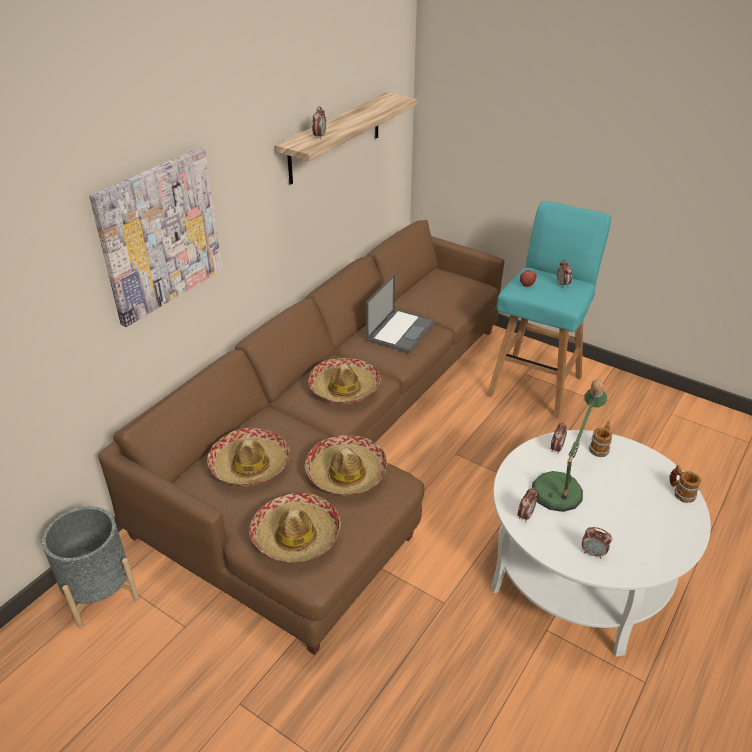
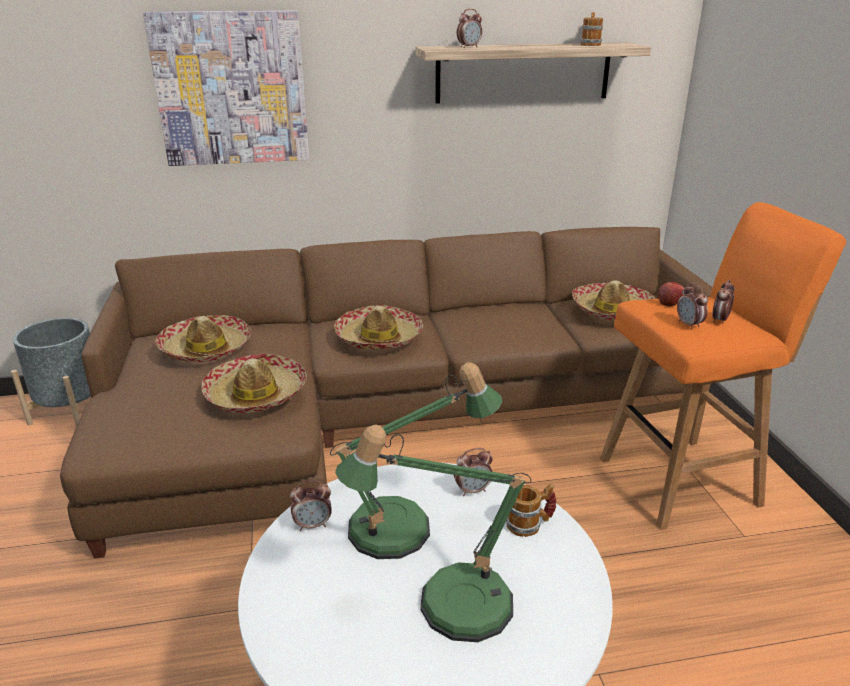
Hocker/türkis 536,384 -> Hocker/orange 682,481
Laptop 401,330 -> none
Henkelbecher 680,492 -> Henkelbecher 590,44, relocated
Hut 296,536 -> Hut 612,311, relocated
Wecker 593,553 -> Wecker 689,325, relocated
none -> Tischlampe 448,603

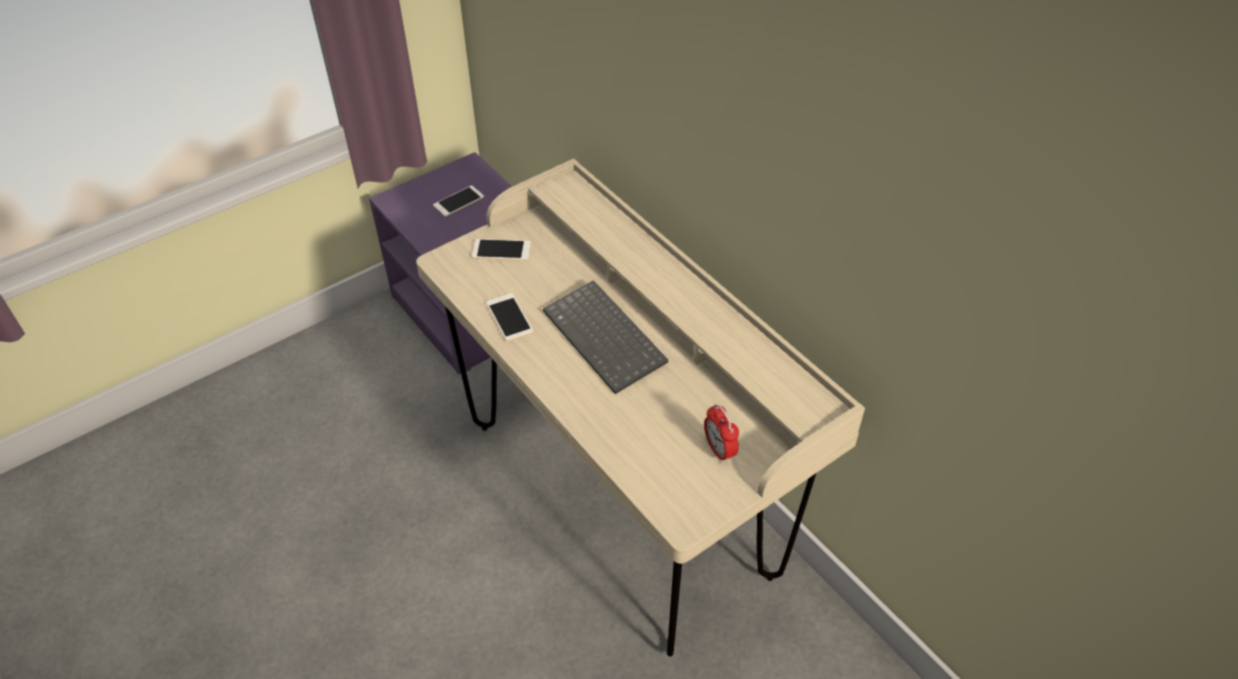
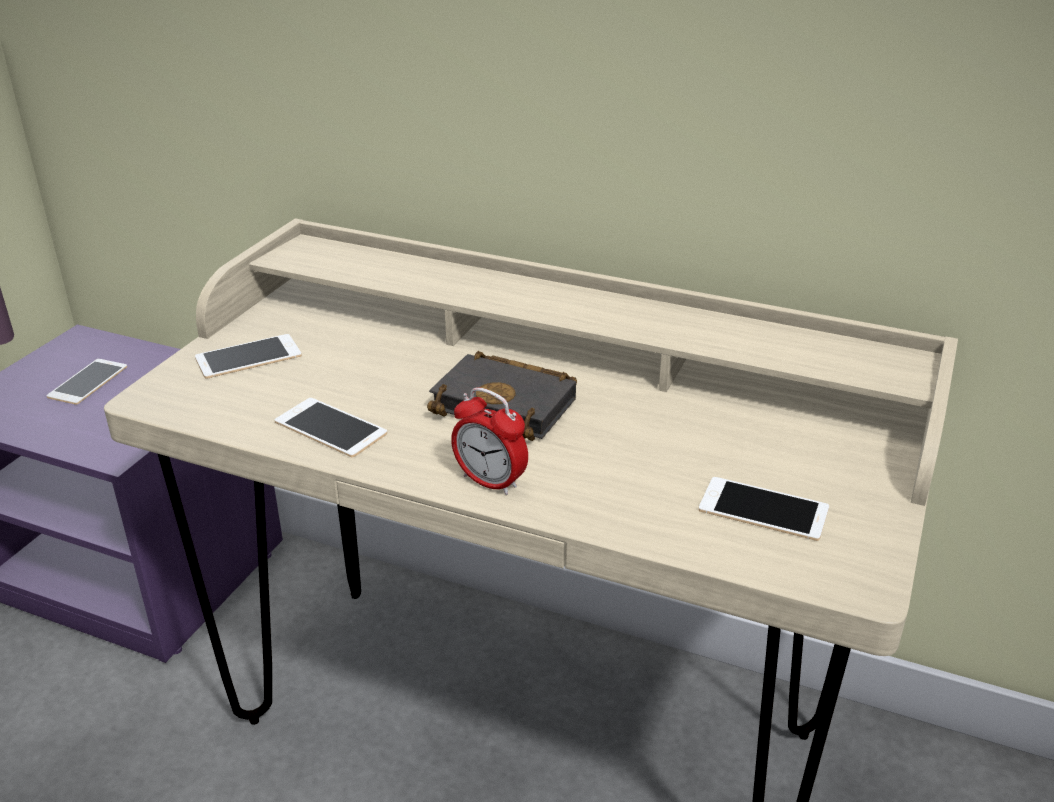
Tastatur 607,338 -> Buch/schwarz 509,404
Wecker 719,450 -> Wecker 490,482, relocated
none -> Handy 763,509

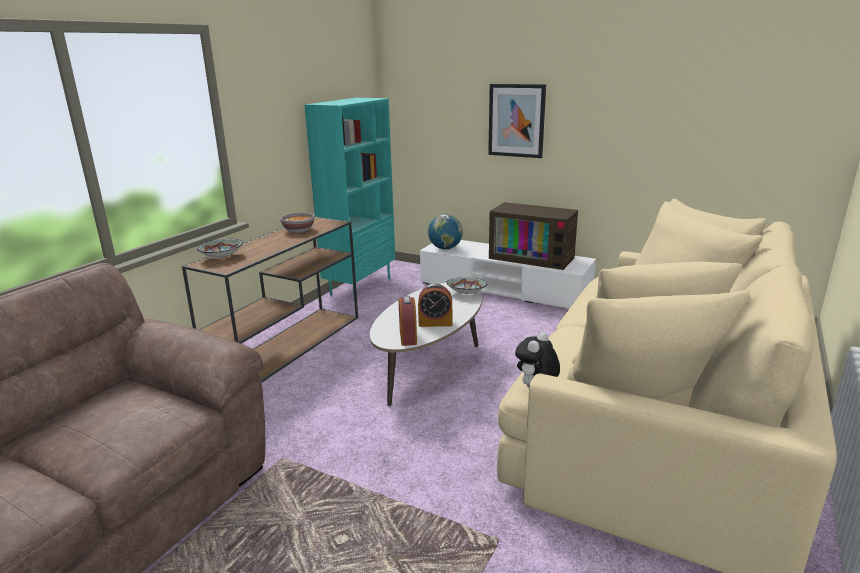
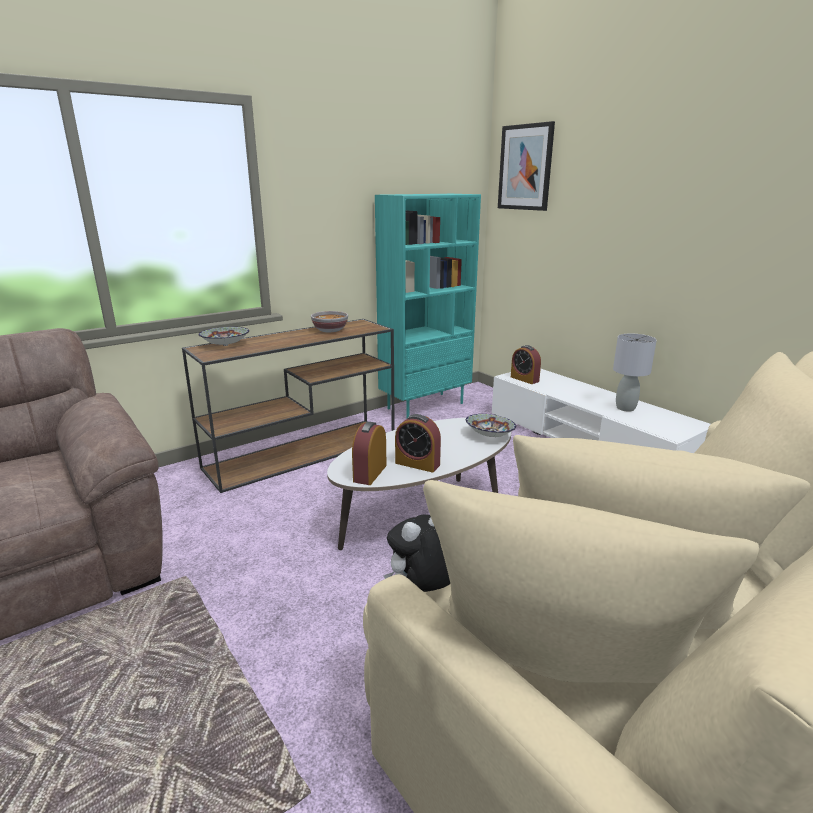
Bild 516,120 -> Bild 525,167, relocated
Fernseher 533,257 -> Tischlampe/grau 626,408
Globus 445,248 -> Wecker 524,379

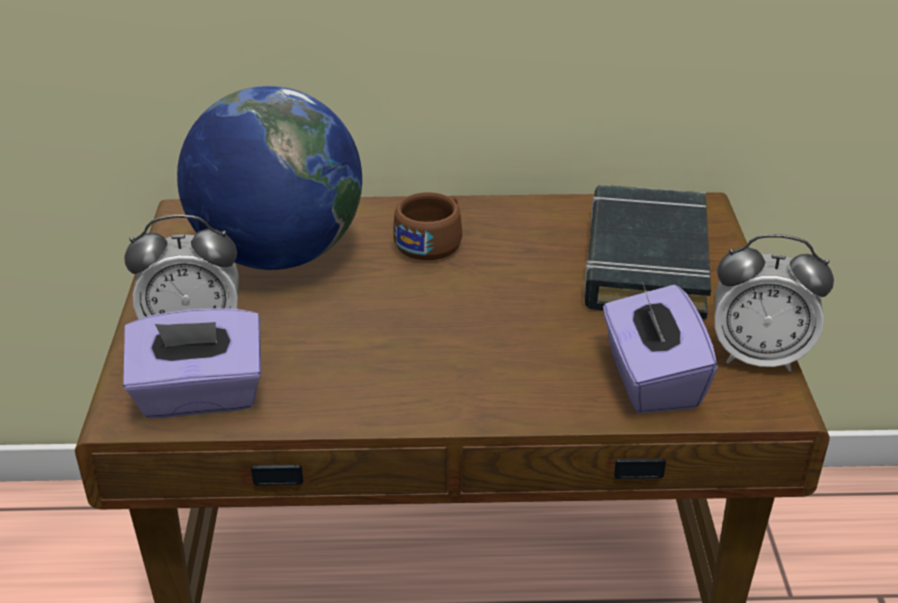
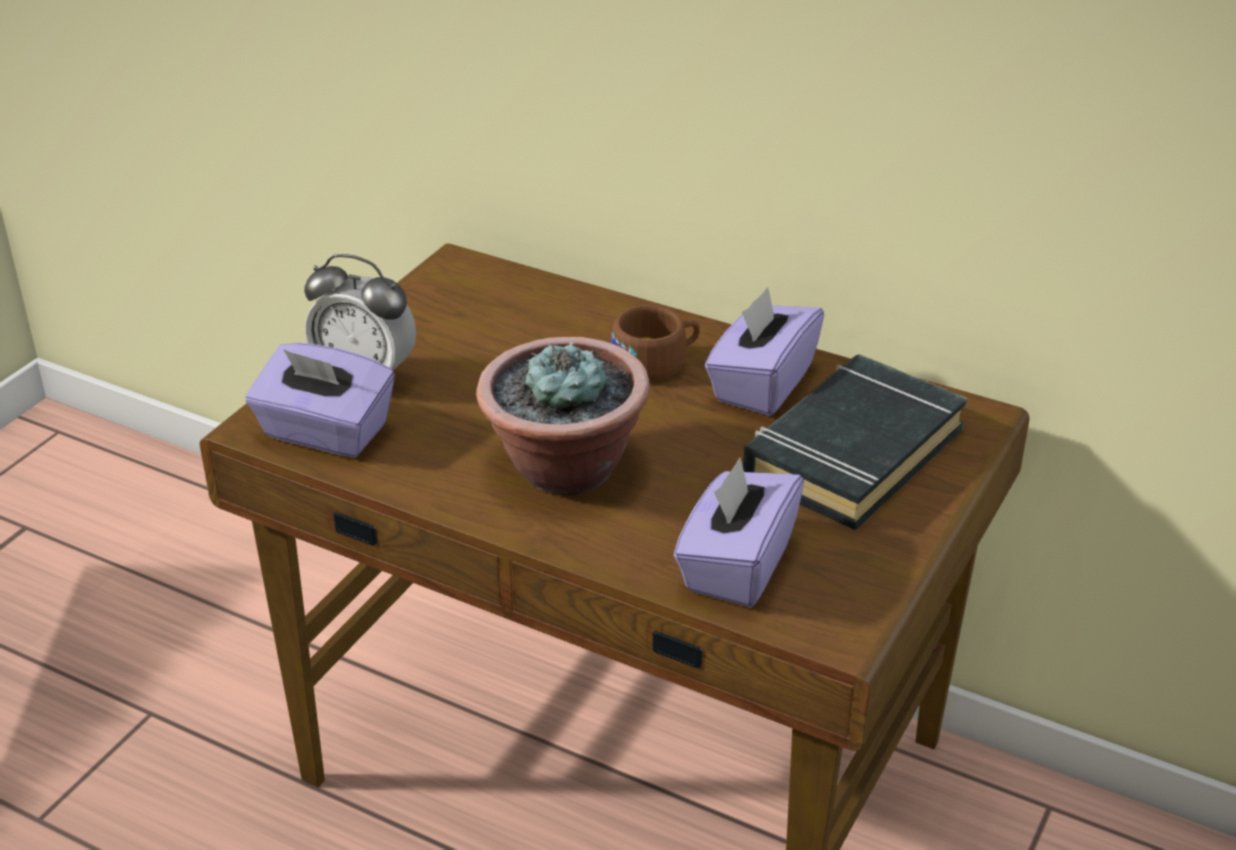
Globus 278,254 -> none
Wecker 758,356 -> none
none -> Taschentuchbox/lila 761,384
none -> Topfpflanze 564,468

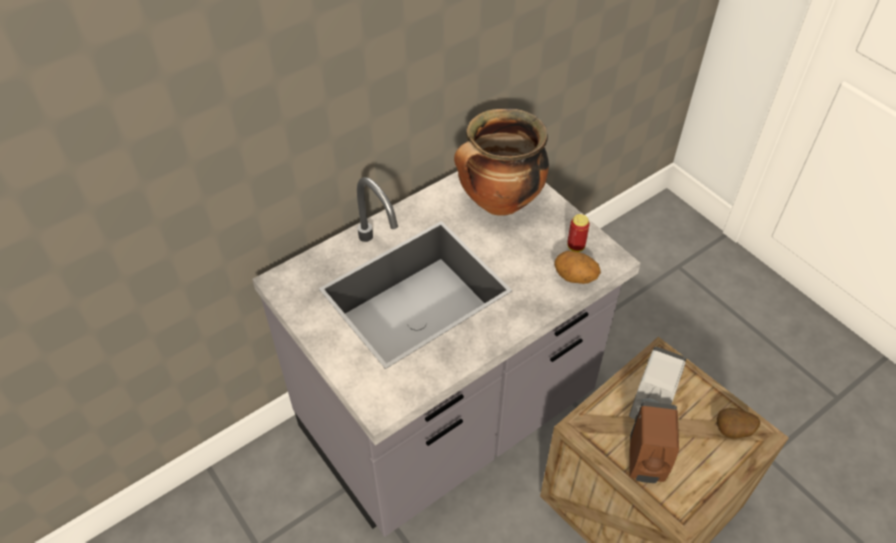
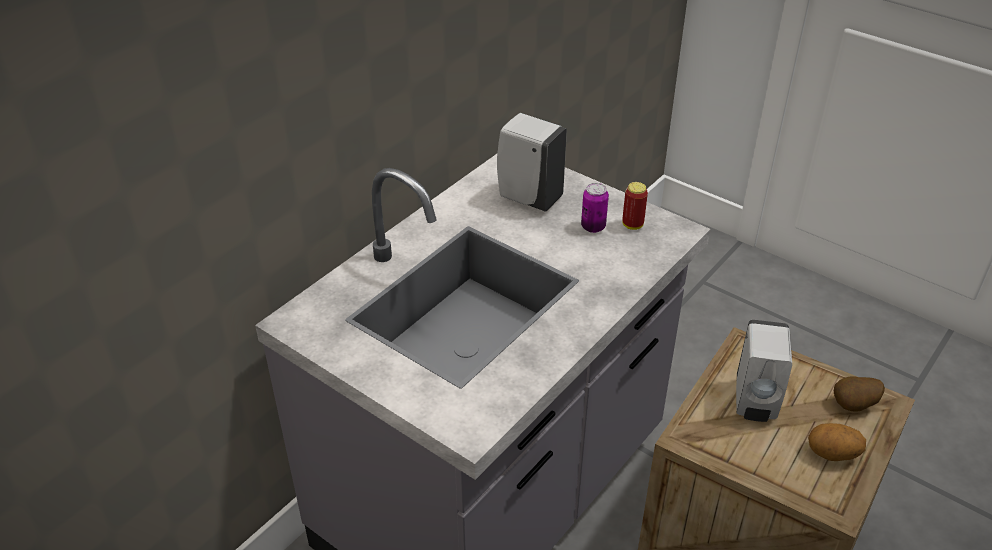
Kochtopf 499,203 -> Seifenspender/weiß 528,198
Kartoffel 574,278 -> Kartoffel 832,455, relocated
Seifenspender/braun 645,464 -> none
none -> Dose 593,227

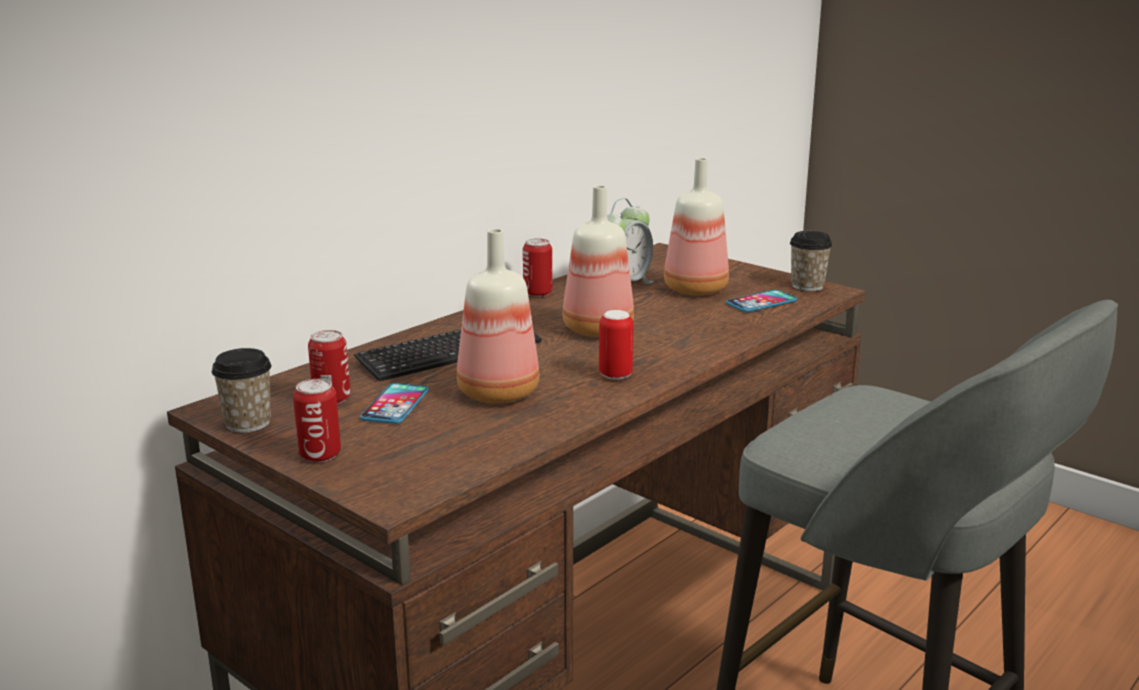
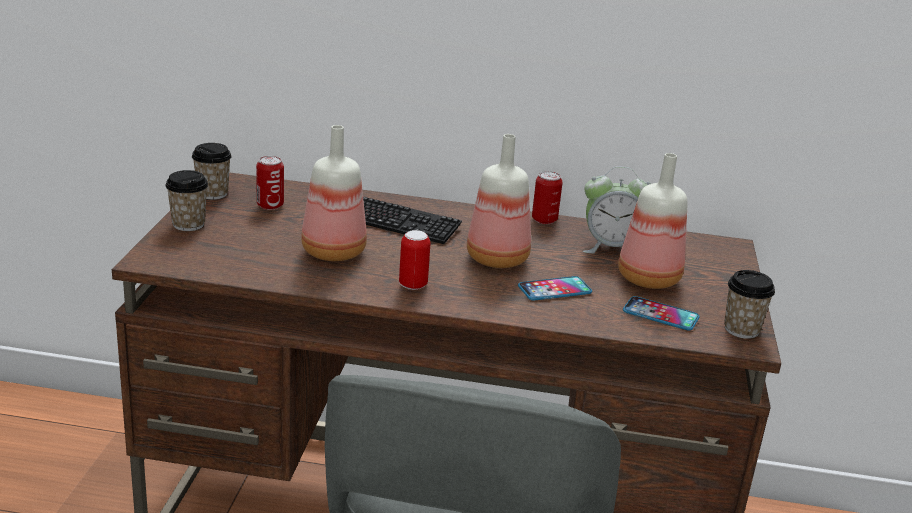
Dose 320,455 -> Tasse 188,224
Handy 395,405 -> Handy 554,290, relocated

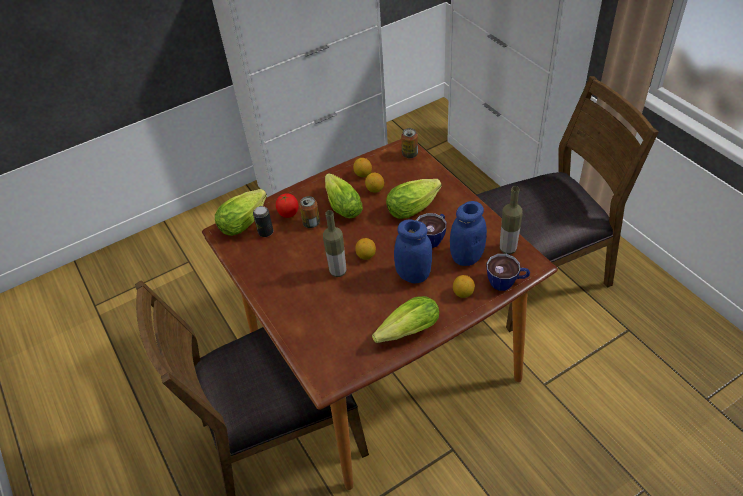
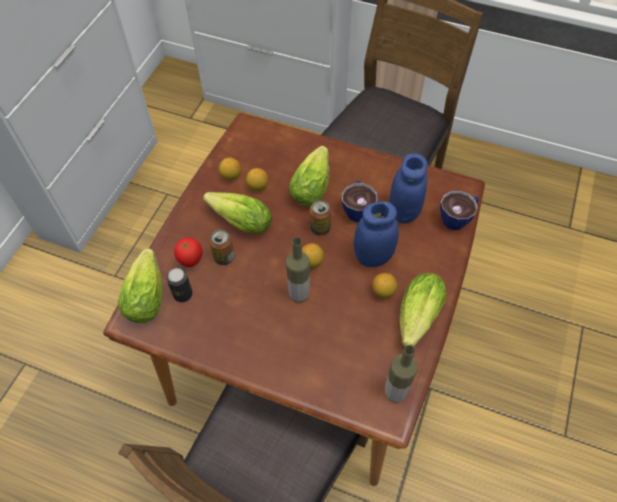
Dose 409,154 -> Dose 320,228, relocated
Flasche 507,249 -> Flasche 395,393, relocated
Zitrone 463,293 -> Zitrone 383,291, relocated

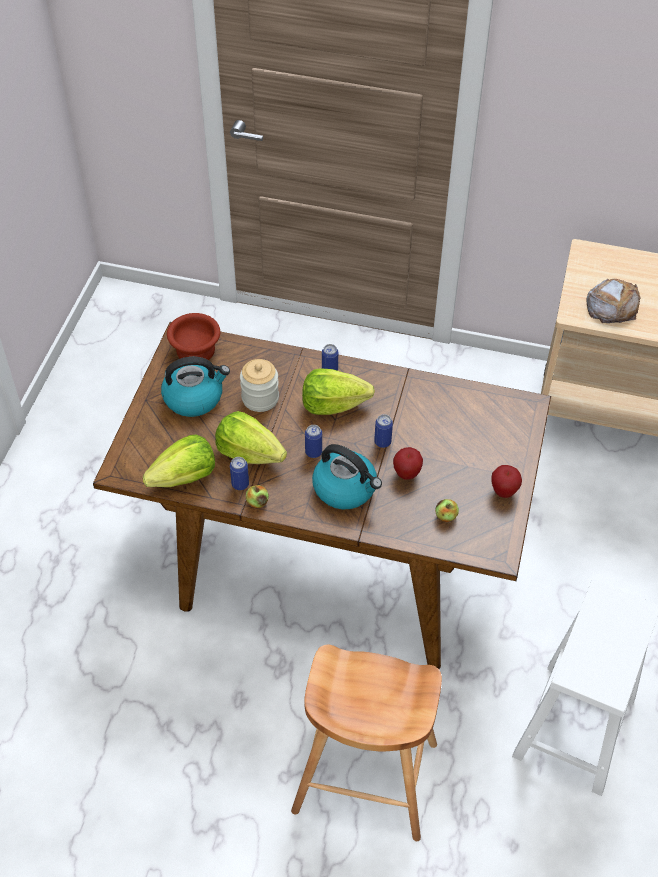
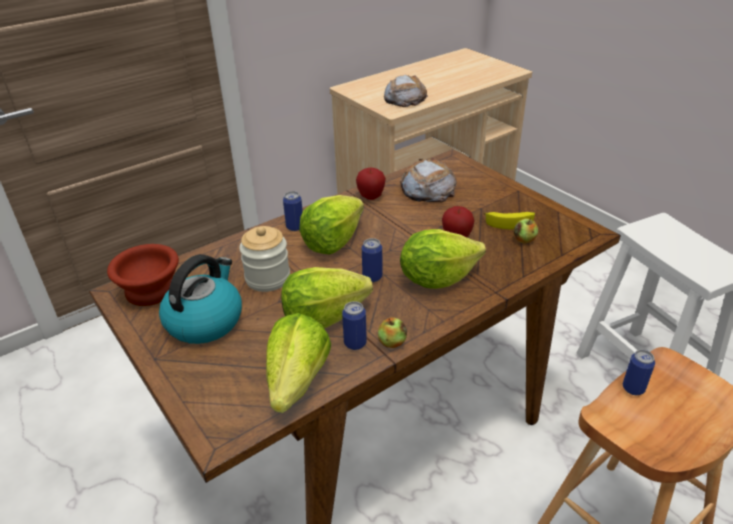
Dose 382,442 -> Dose 633,388, relocated
Wasserkessel 346,488 -> Salatkopf 437,278
Apfel 504,491 -> Apfel 371,197, relocated
none -> Brot 427,188
none -> Banane 510,222

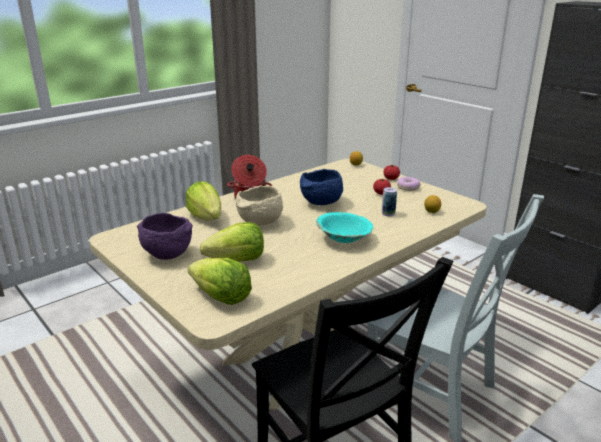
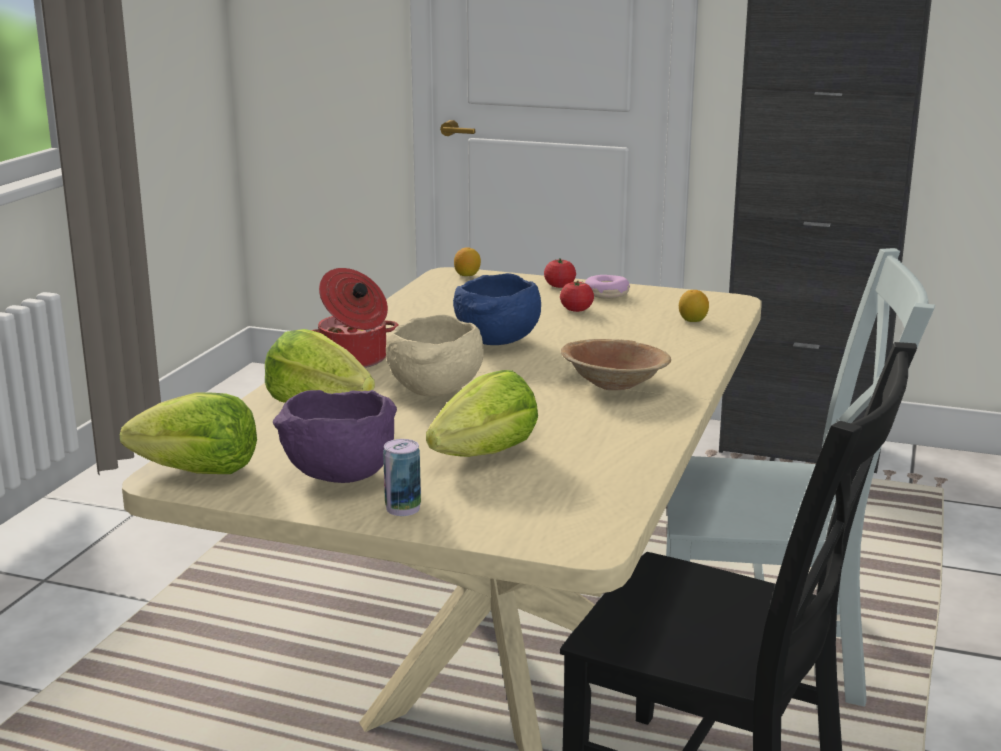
Dose 388,213 -> Dose 403,508, relocated
Schüssel/türkis 344,238 -> Schüssel/braun 614,384
Salatkopf 221,297 -> Salatkopf 198,472, relocated

